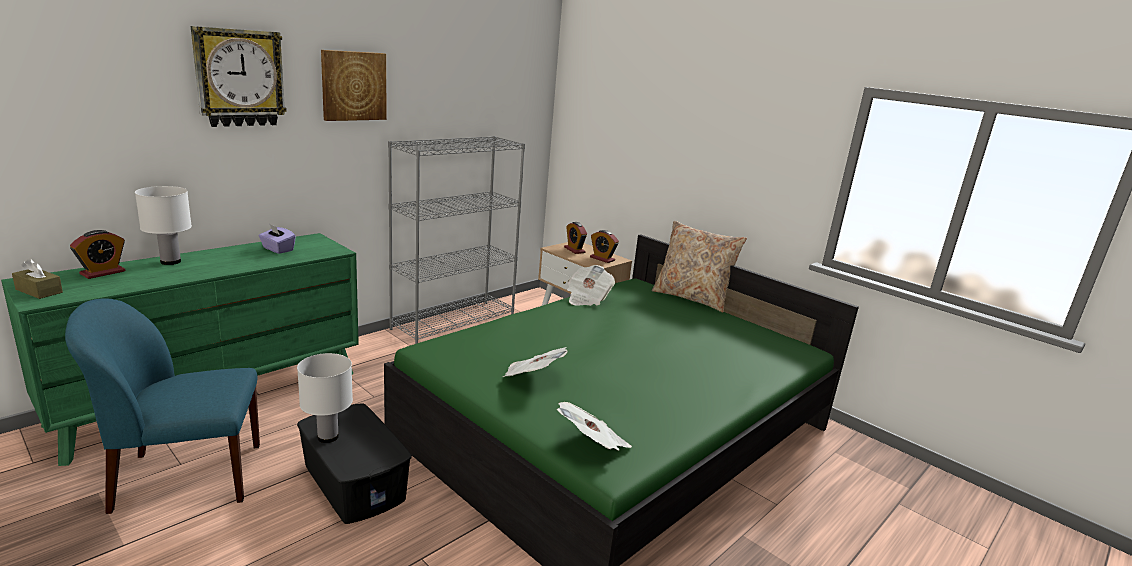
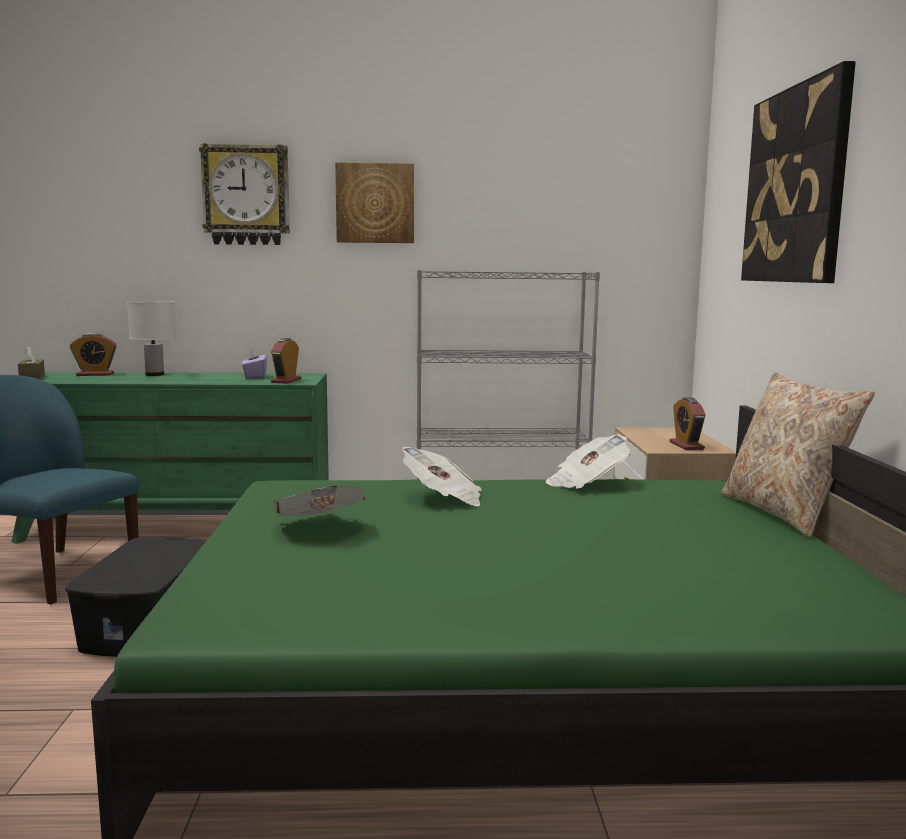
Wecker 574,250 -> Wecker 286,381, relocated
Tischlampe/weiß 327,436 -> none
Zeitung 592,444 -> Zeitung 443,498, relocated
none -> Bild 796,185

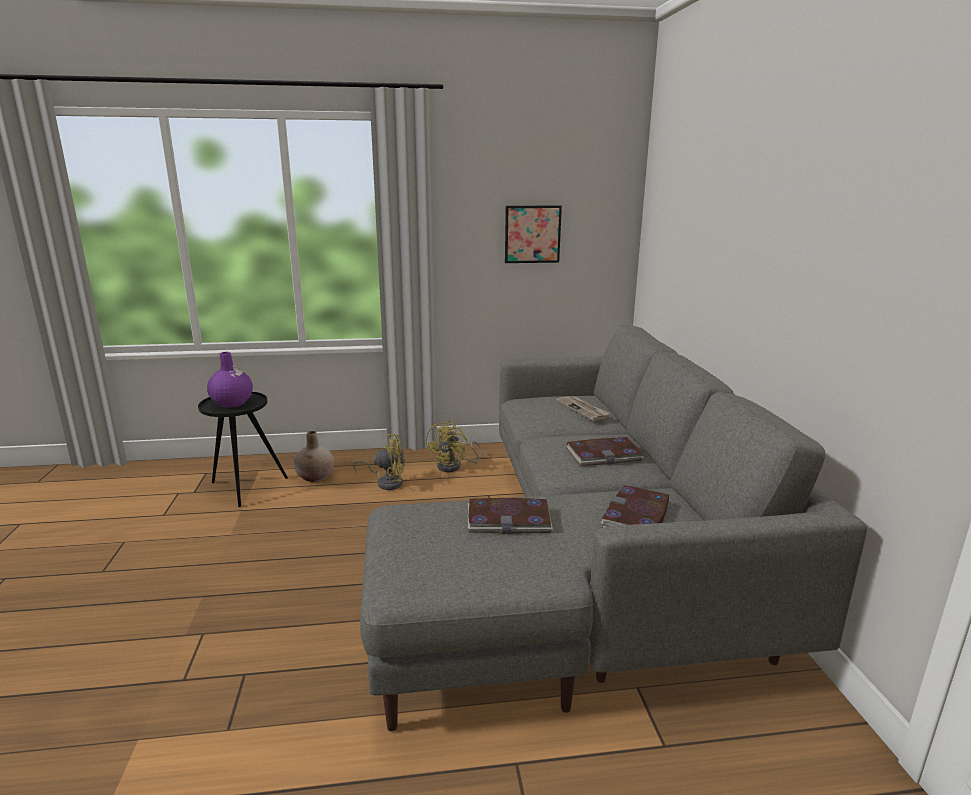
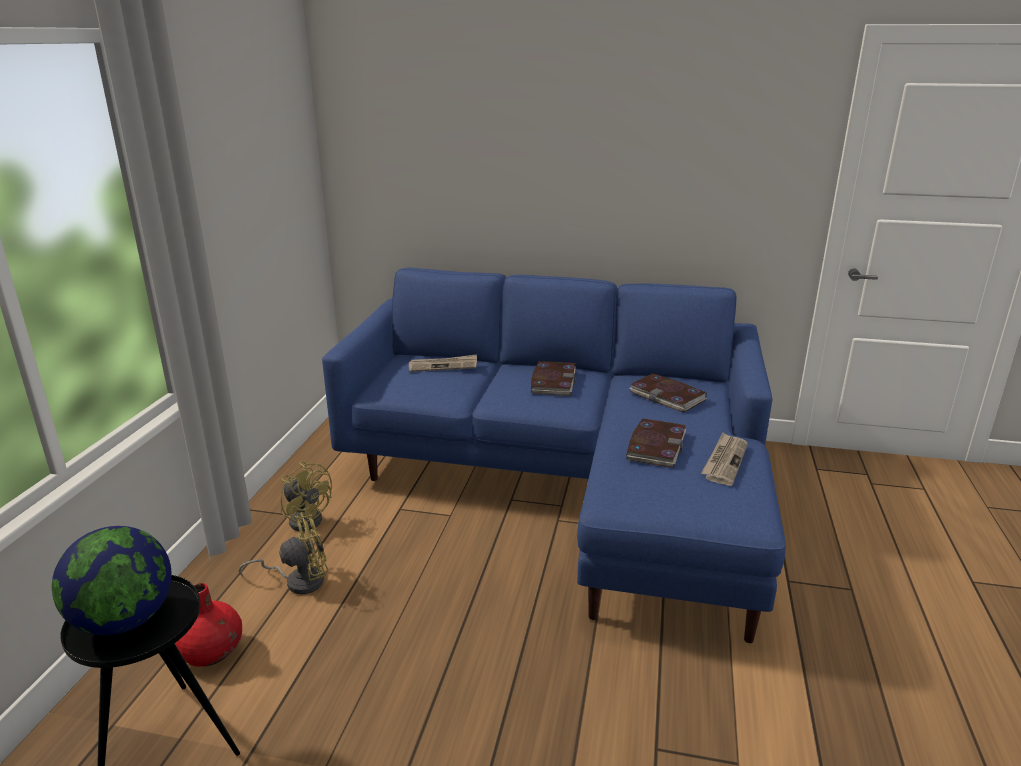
Bild 532,234 -> none
Sofa/grau 590,567 -> Sofa/blau 569,485
Vase/lila 232,403 -> Globus 124,620
Vase/beige 315,476 -> Vase/rot 212,652
Ventilator/gelb 387,482 -> Ventilator/gelb 298,580, 45 degrees clockwise
none -> Zeitung 724,461

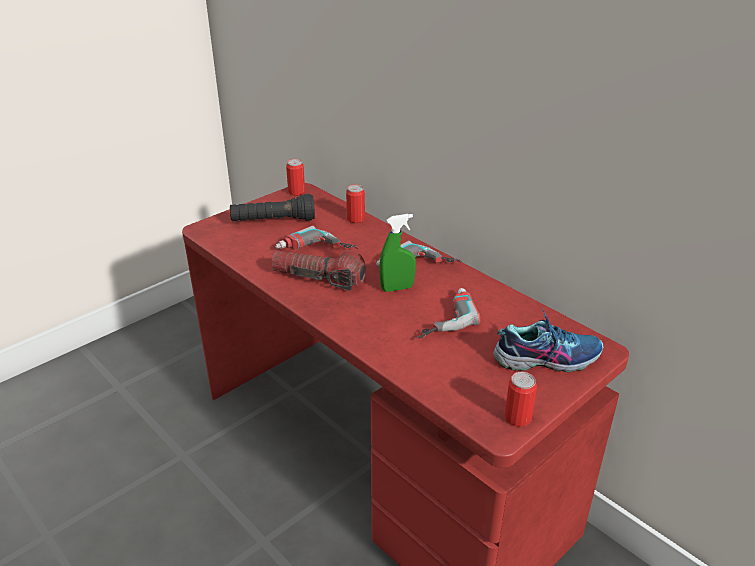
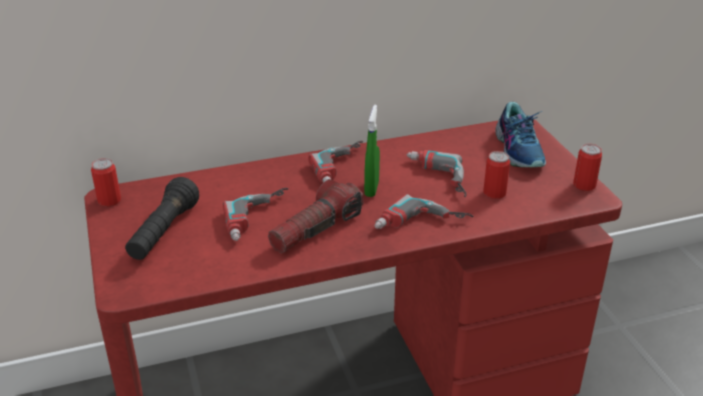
Dose 356,219 -> Dose 494,193, relocated
Schuh 546,358 -> Schuh 519,150, 150 degrees clockwise
none -> Bohrmaschine 422,226

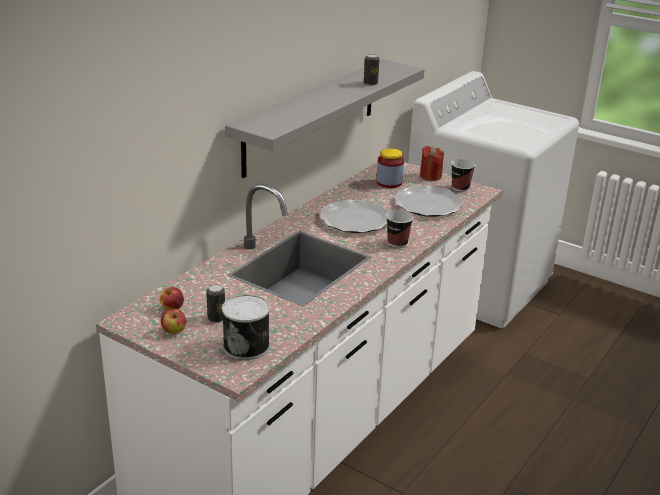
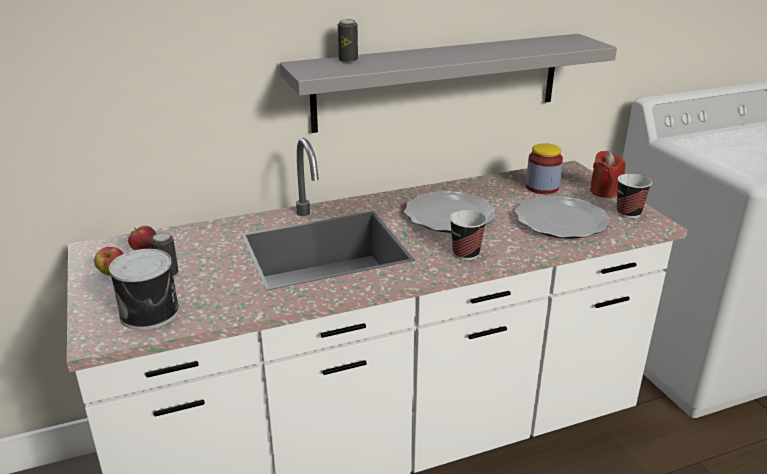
Dose 370,83 -> Dose 348,60, relocated

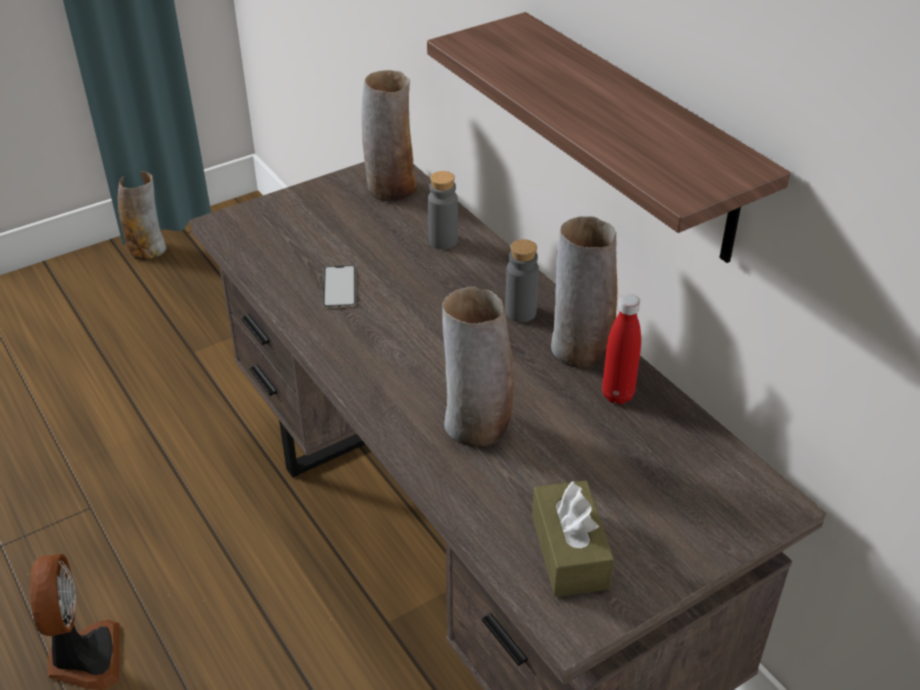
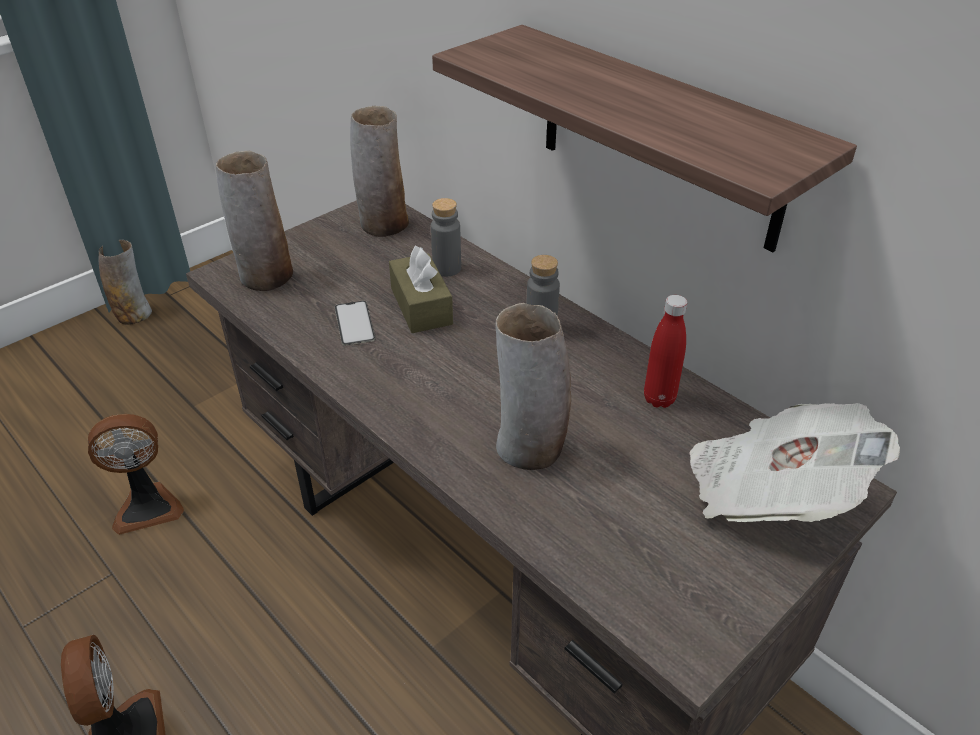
Vase 579,351 -> Vase 266,278, relocated
Taschentuchbox/braun 569,551 -> Taschentuchbox/braun 421,306, relocated
none -> Zeitung 771,492
none -> Ventilator 148,506

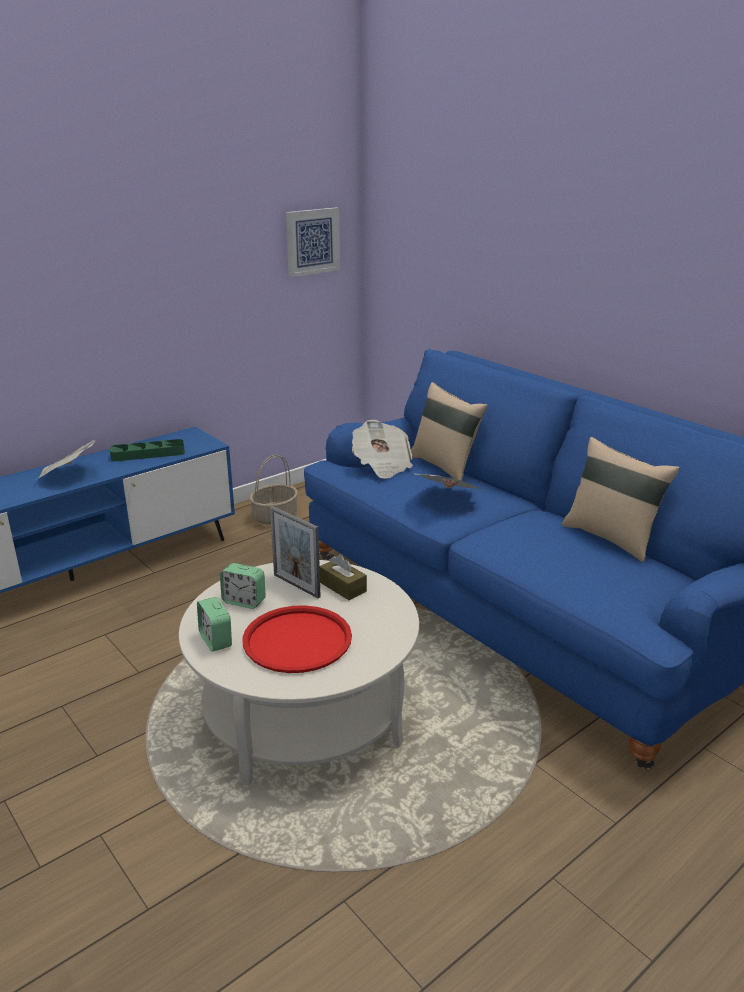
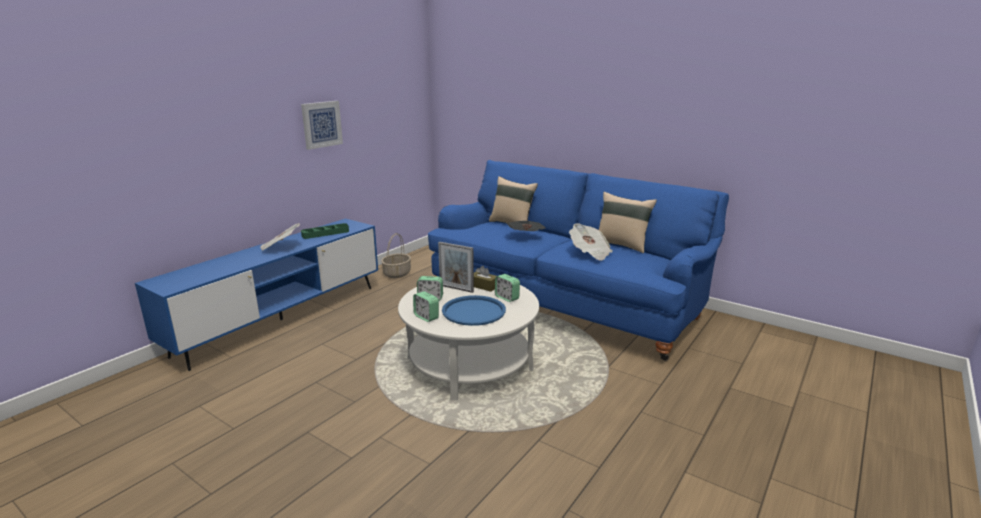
Bild 312,241 -> Bild 321,124, relocated
Zeitung 382,465 -> Zeitung 590,253, relocated
Tablett/rot 297,640 -> Tablett/blau 474,311
none -> Wecker 507,297

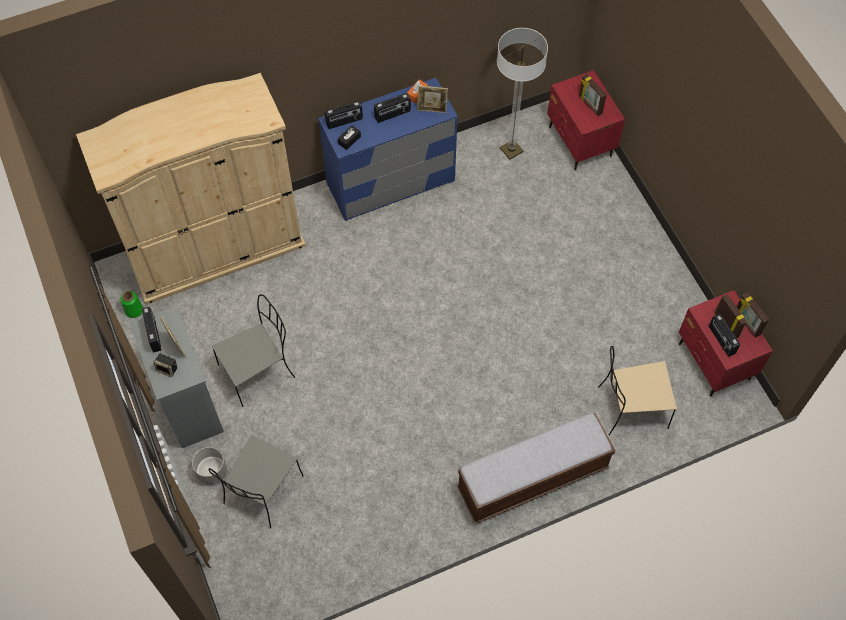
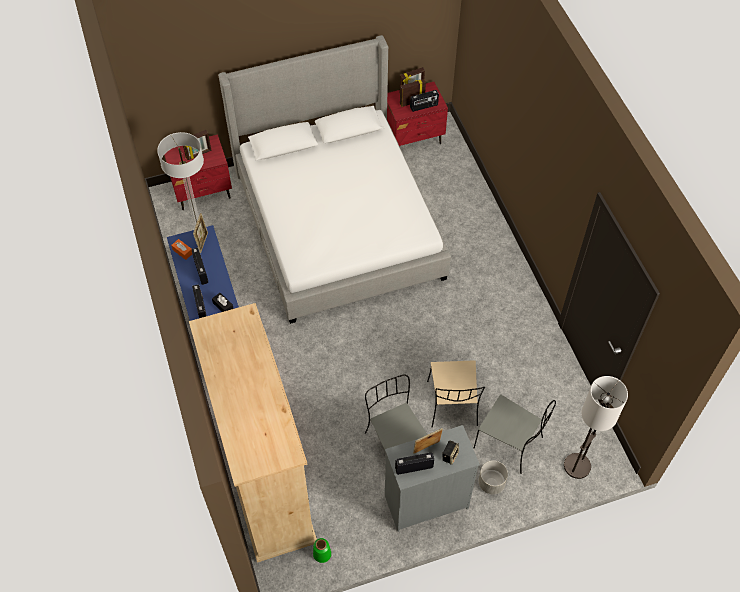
Stuhl/beige 630,408 -> Stuhl/beige 452,405, relocated
Bank 532,478 -> none
none -> Bett 338,222
none -> Stehlampe 577,466

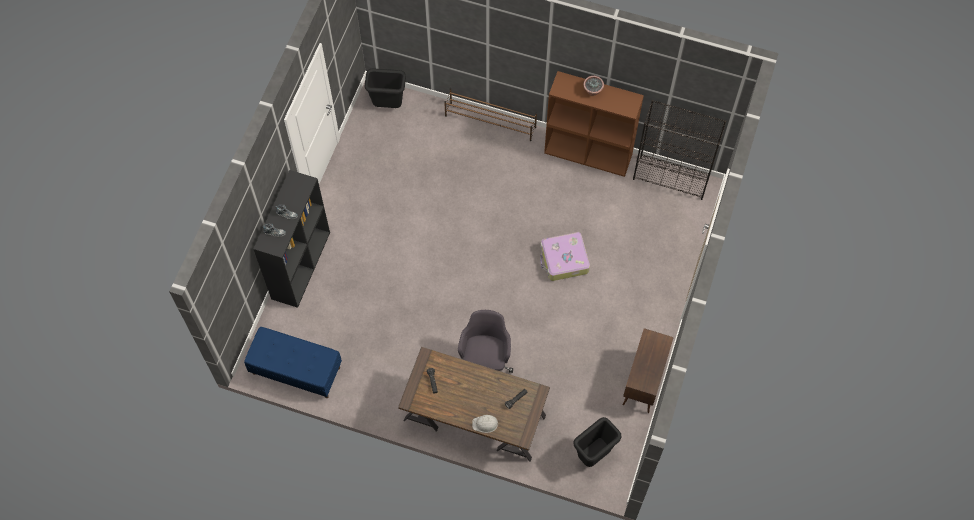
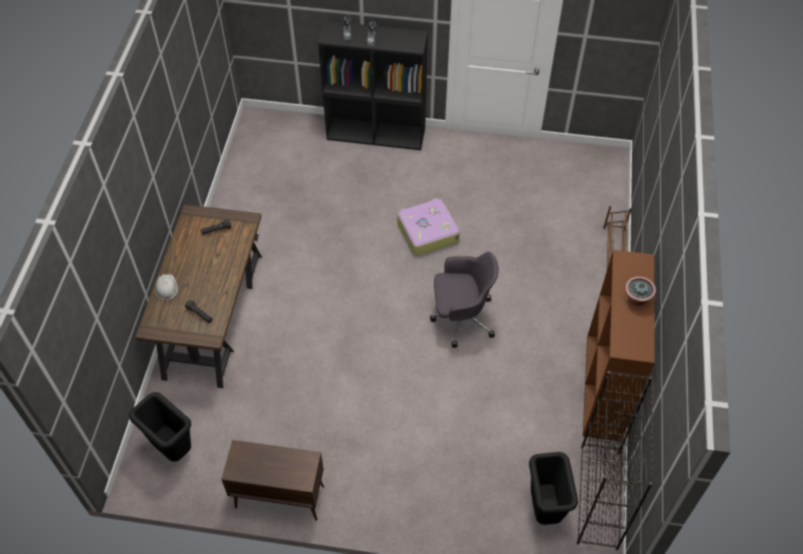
Mülleimer/schwarz 388,105 -> Mülleimer/schwarz 544,509, relocated
Koffer 564,260 -> Koffer 427,232, relocated
Bürostuhl/grau 485,360 -> Bürostuhl/grau 461,317, relocated
Bank/blau 296,370 -> none

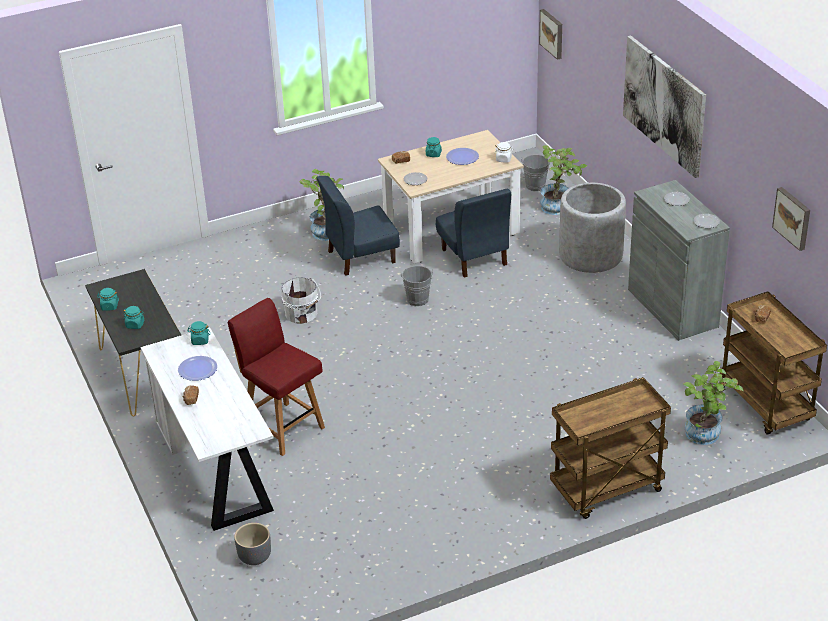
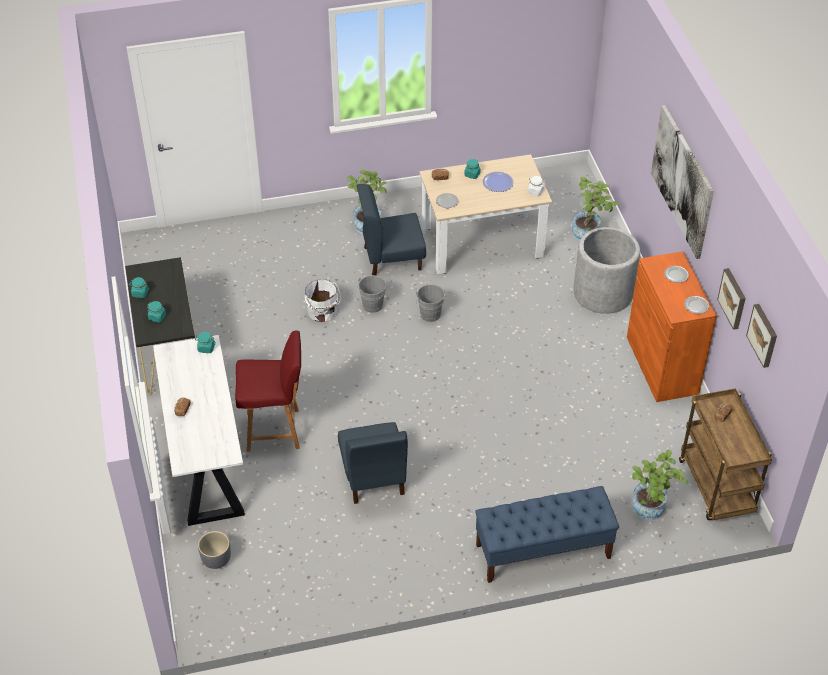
Bild 552,33 -> Bild 733,298, relocated
Eimer/grau 535,187 -> Eimer/grau 371,307, relocated
Schrank/grau 672,308 -> Schrank/orange 662,365
Stuhl/blau 474,257 -> Stuhl/blau 373,477, relocated
Stuhl/rot 283,427 -> Stuhl/rot 275,430, 120 degrees clockwise
Teller 197,369 -> none
Rollwagen/braun 606,490 -> Bank/blau 542,551

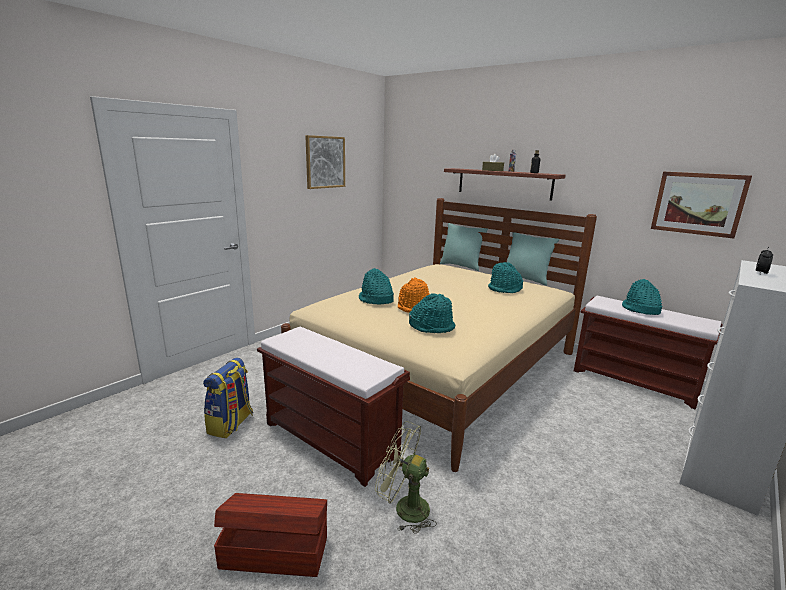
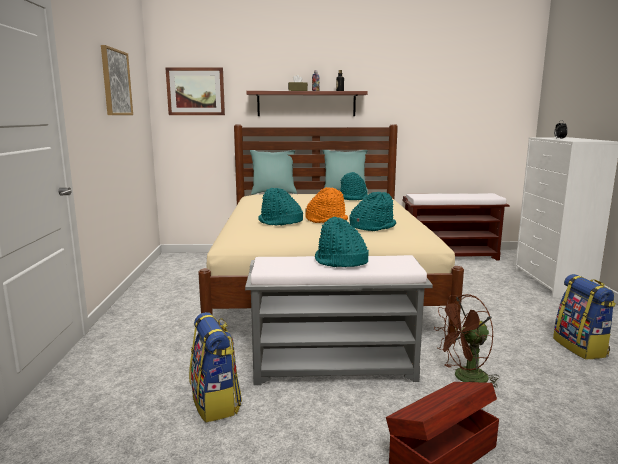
Bild 698,203 -> Bild 196,91, relocated
Hut/türkis 640,309 -> Hut/türkis 340,262, relocated
Bank/braun 332,439 -> Bank/grau 336,367
Ventilator/grün 404,508 -> Ventilator/braun 465,378
none -> Rucksack 581,348

